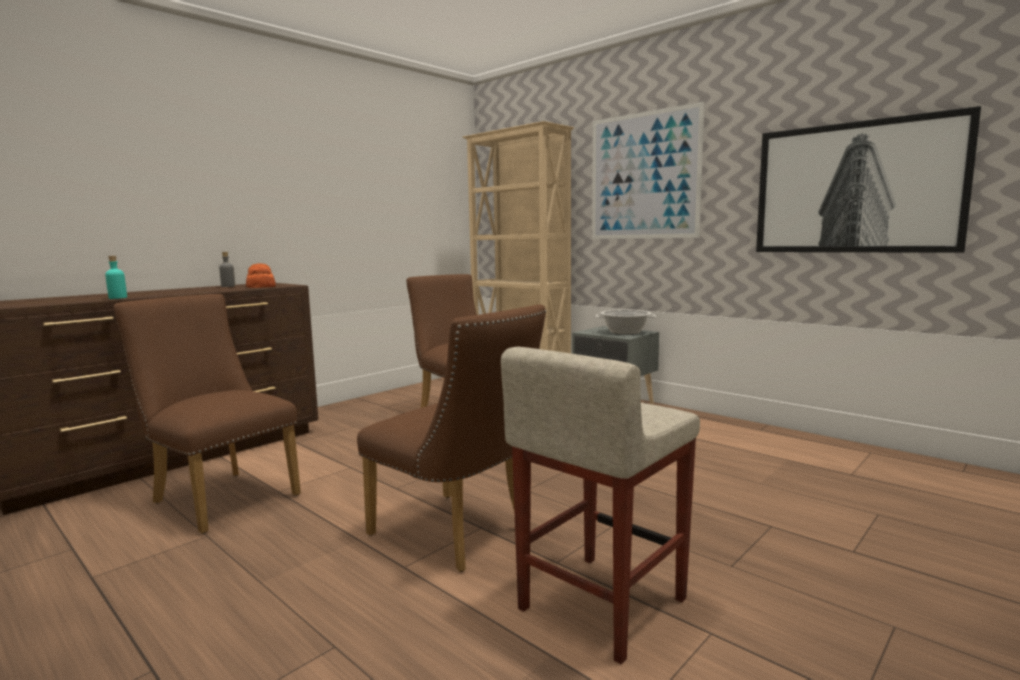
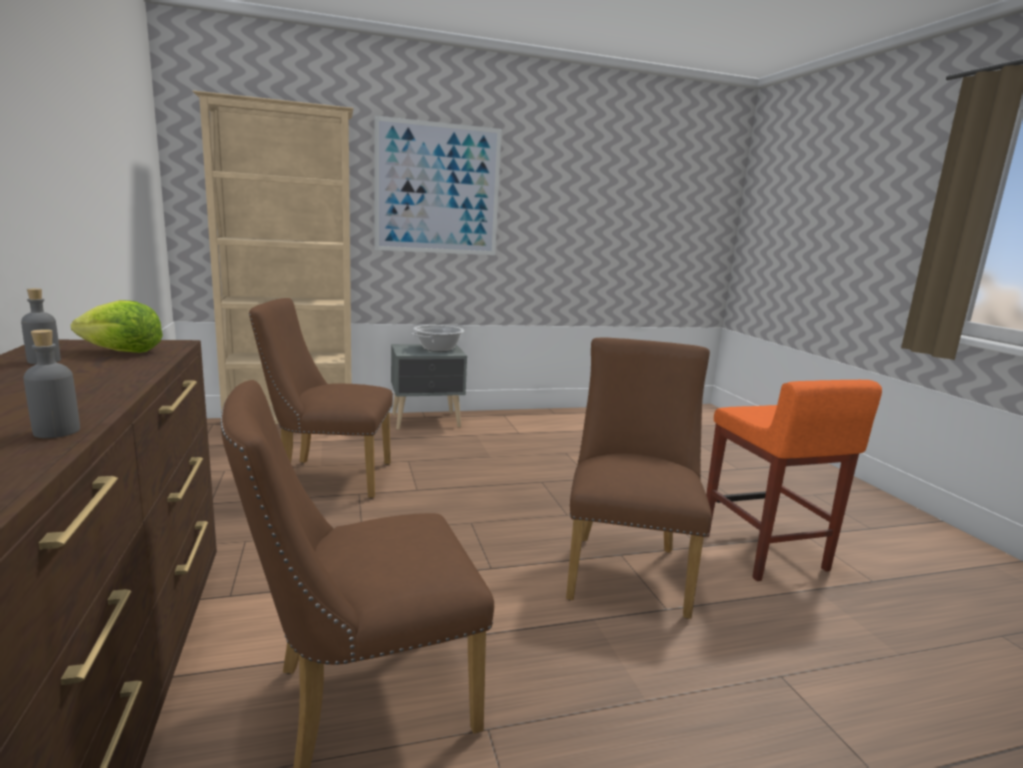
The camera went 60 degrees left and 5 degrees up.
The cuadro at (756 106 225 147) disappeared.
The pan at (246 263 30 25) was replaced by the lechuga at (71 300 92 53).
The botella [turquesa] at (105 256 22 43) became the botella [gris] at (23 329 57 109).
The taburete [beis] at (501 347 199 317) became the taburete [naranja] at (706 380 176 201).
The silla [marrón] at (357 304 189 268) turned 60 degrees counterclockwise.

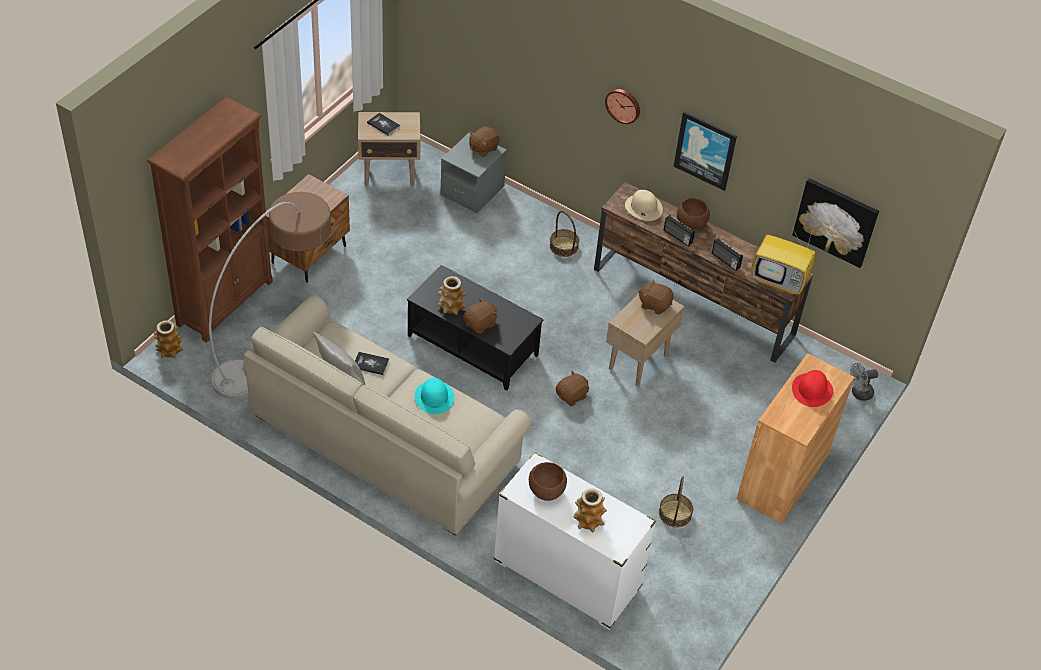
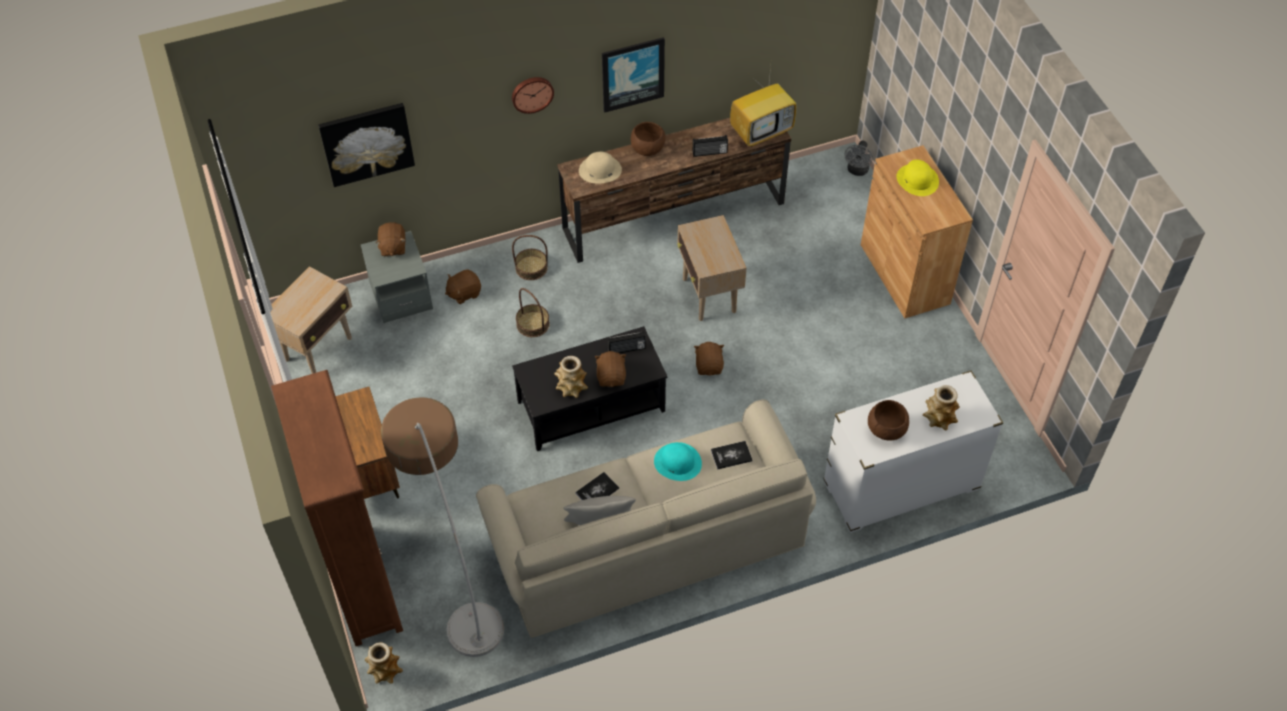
The camera went 50 degrees left and 5 degrees up.
The libro moved from (367 113 33 23) to (711 441 42 29).
The peluche [marrón] moved from (638 279 36 36) to (445 269 36 35).
The cesta moved from (659 476 34 52) to (516 288 34 49).
The radio moved from (664 215 31 31) to (608 331 38 22).
The cuadro moved from (792 178 87 90) to (318 103 97 84).
The sombrero [rojo] at (792 370 41 37) became the sombrero [amarillo] at (896 159 43 37).

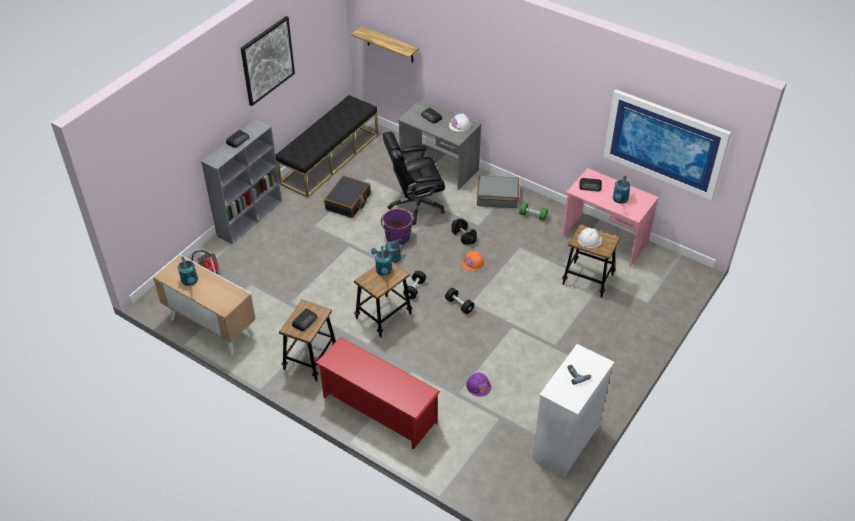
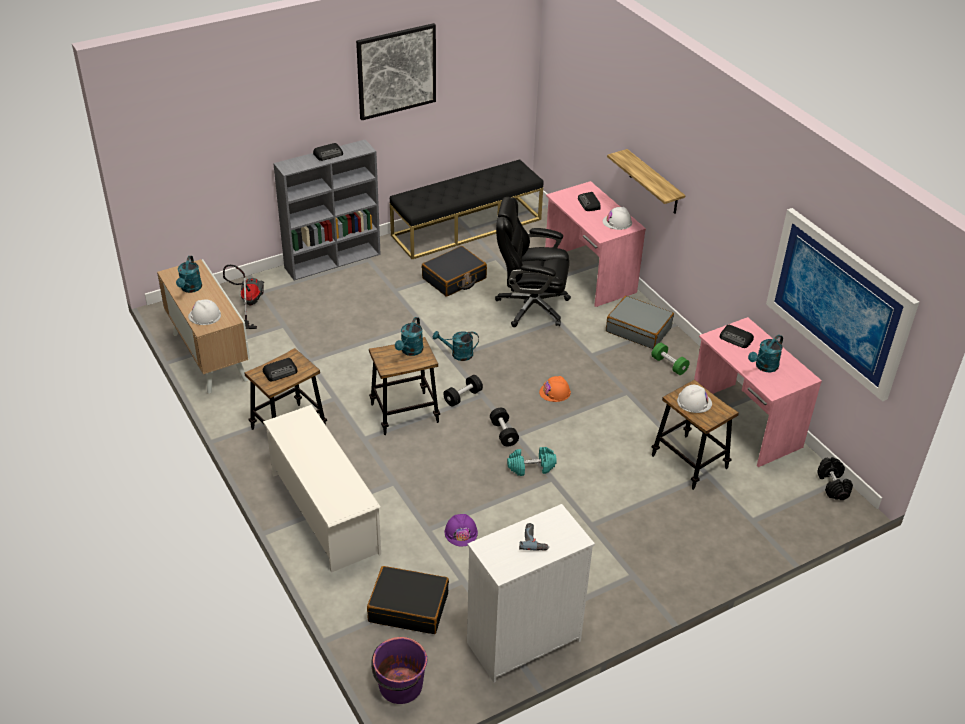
The camera went 25 degrees right and 5 degrees down.
The casco [blanco] at (188 299 33 26) appeared.
The maleta [negro] at (367 566 82 68) appeared.
The mancuerna [turquesa] at (507 447 50 29) appeared.
The estante moved from (351 26 68 37) to (607 149 79 65).
The cubo [morado] moved from (381 208 32 37) to (371 637 56 67).
The mancuerna [negro] moved from (452 219 25 26) to (817 457 36 43).
The zapatero [rojo] at (316 337 124 113) became the zapatero [blanco] at (263 405 118 168).
The escritorio [gris] at (397 99 84 91) became the escritorio [rosa] at (545 181 101 126).

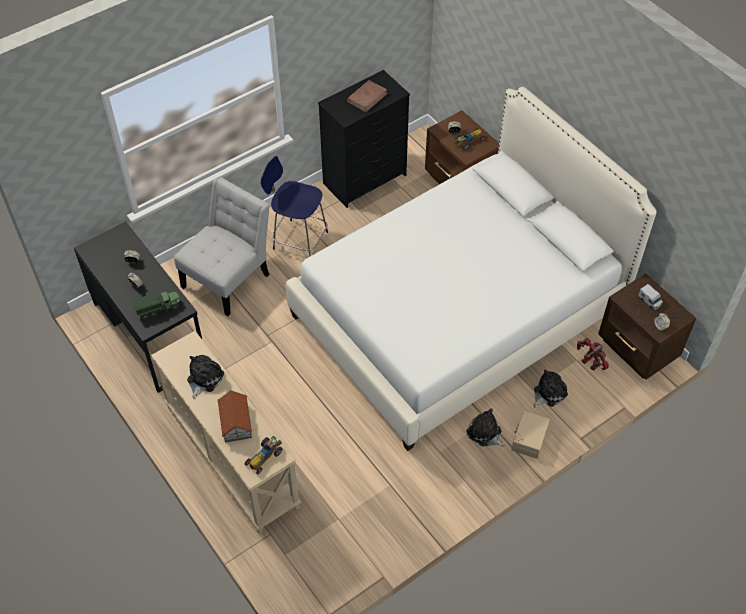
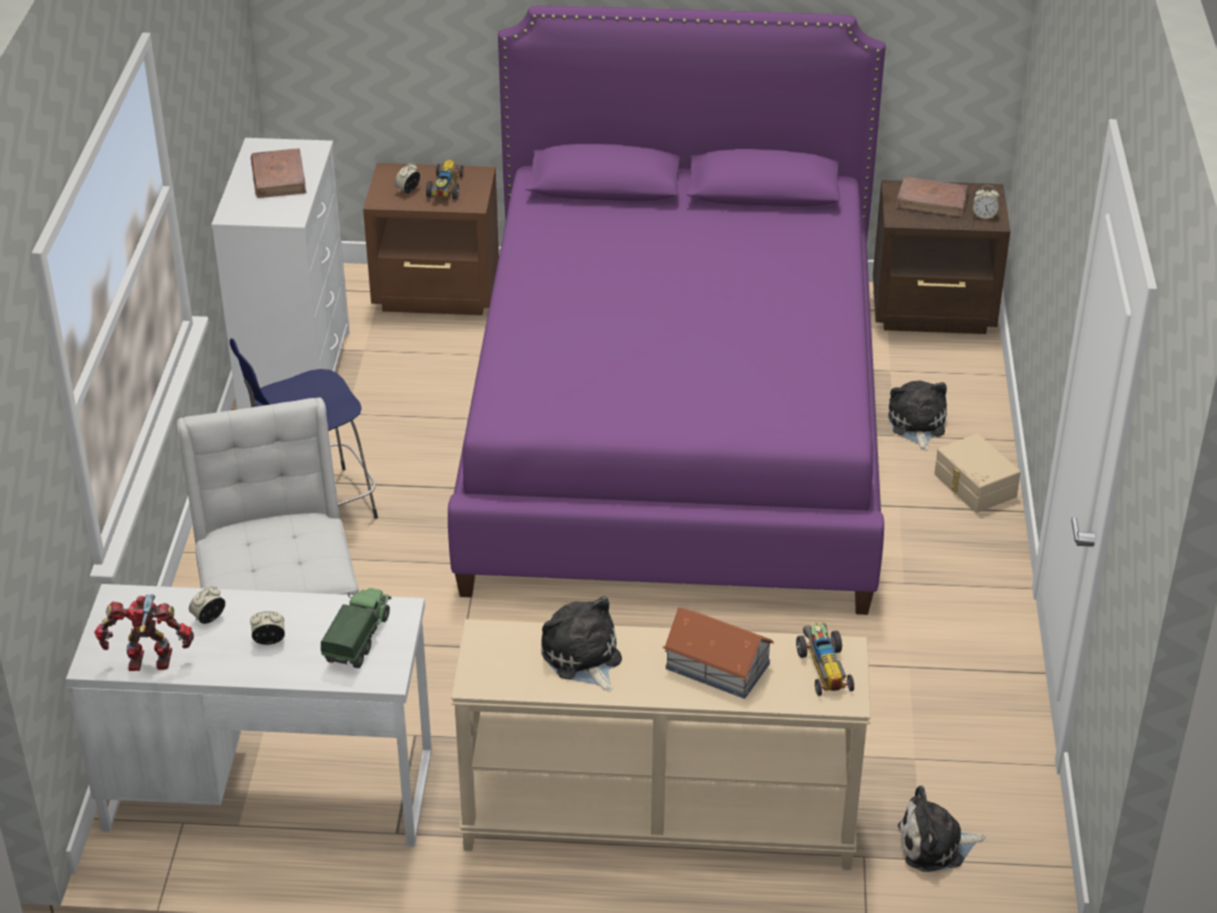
The camera went 50 degrees left and 15 degrees down.
The peluche moved from (466 408 39 39) to (898 786 87 86).
The robot de juguete moved from (577 338 32 33) to (94 594 100 77).
The camión de juguete at (638 284 25 26) was replaced by the libro [marrón] at (896 177 72 40).
The escritorio [negro] at (74 222 128 171) became the escritorio [blanco] at (66 584 366 263).
The cama [blanco] at (286 87 371 364) became the cama [morado] at (448 6 438 609).
The cómoda [negro] at (318 70 92 138) became the cómoda [blanco] at (211 138 139 271).

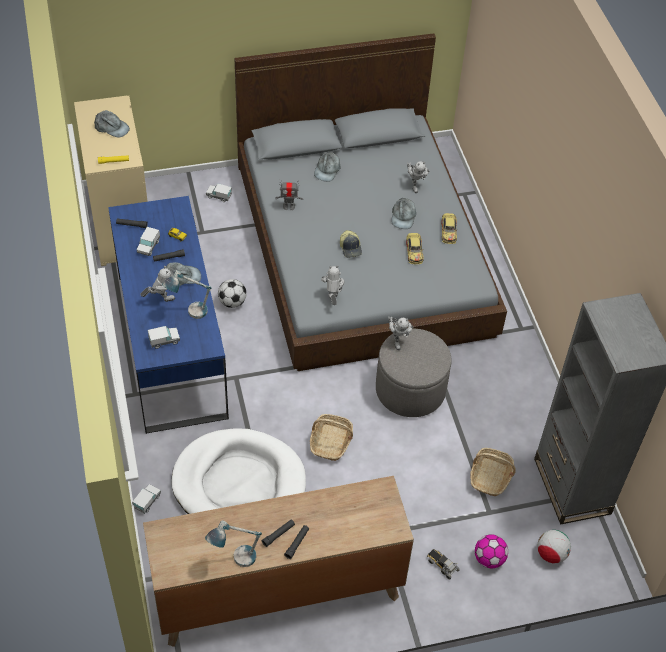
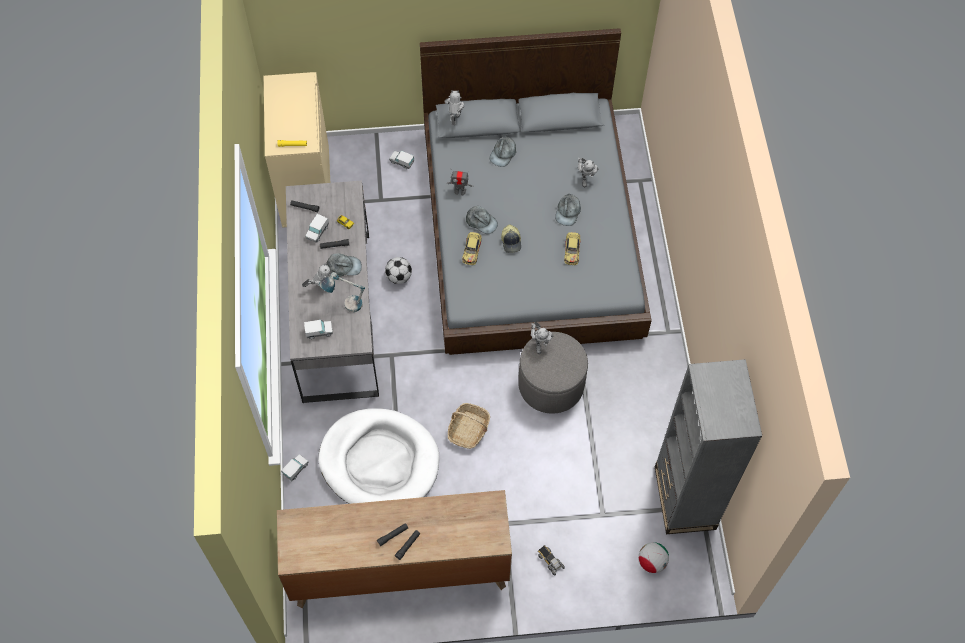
The camera went 10 degrees right and 10 degrees up.
The lámpara de mesa at (205 520 57 47) disappeared.
The cesta at (470 448 46 48) disappeared.
The balón de fútbol at (475 534 33 34) disappeared.
The gorra [gris] moved from (94 110 36 28) to (466 206 32 28).
The robot de juguete moved from (321 265 24 40) to (444 90 20 36).
The coche de juguete moved from (441 213 16 31) to (462 232 20 33).
The escritorio [azul] at (108 196 121 238) became the escritorio [gris] at (286 180 93 223).

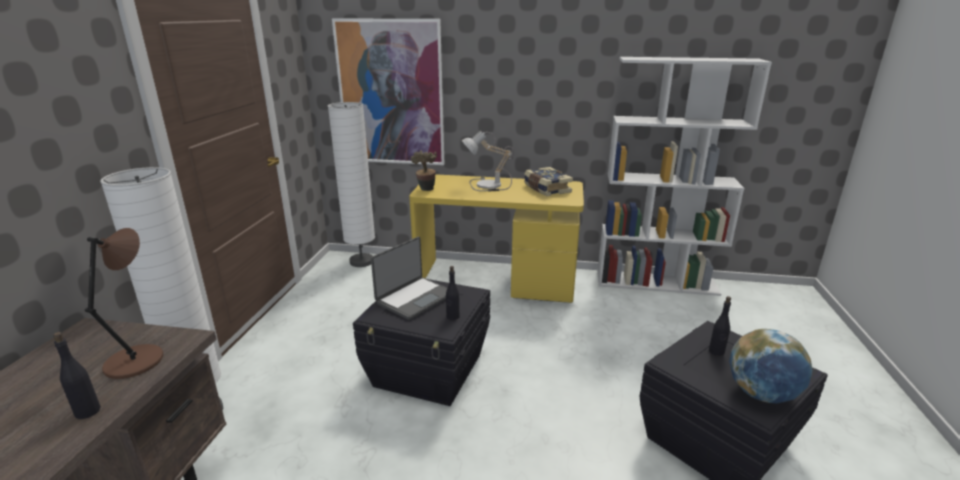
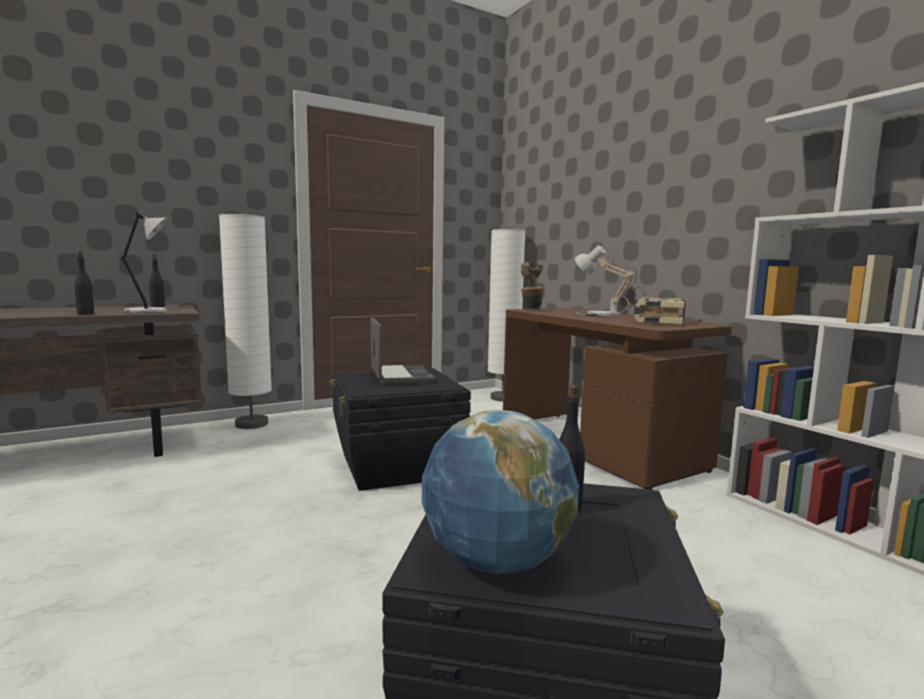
The camera went 50 degrees right and 15 degrees down.
The cuadro at (332 19 112 146) disappeared.
The botella [negro] moved from (446 266 13 54) to (149 254 16 53).
The lámpara de mesa [marrón] at (85 228 78 151) became the lámpara de mesa [gris] at (121 213 46 100).
The escritorio [amarillo] at (409 174 175 129) became the escritorio [marrón] at (503 308 229 182).
The portátil at (371 237 76 83) turned 105 degrees counterclockwise.

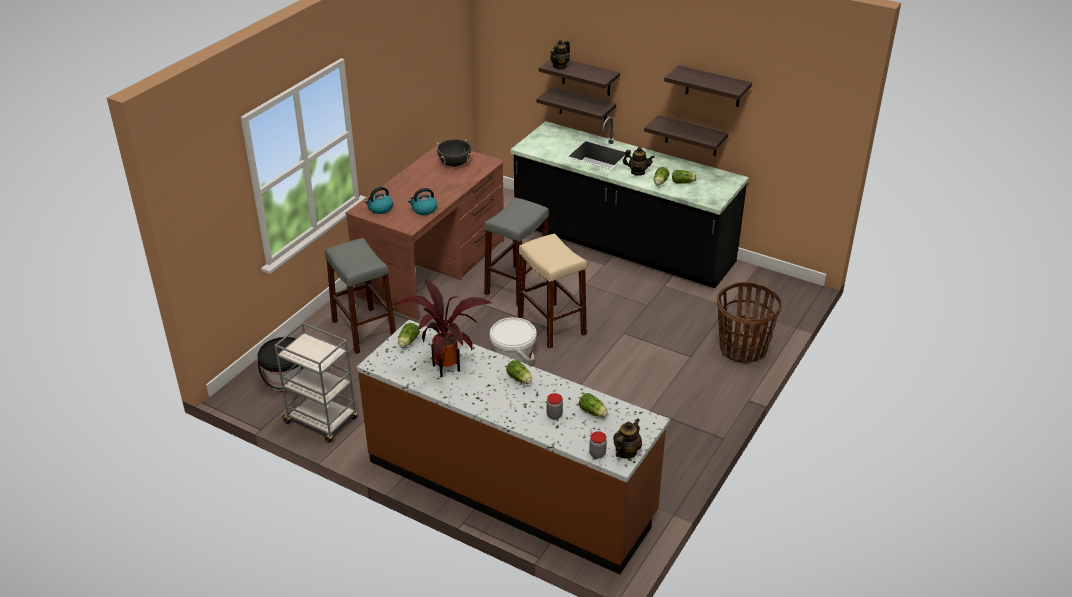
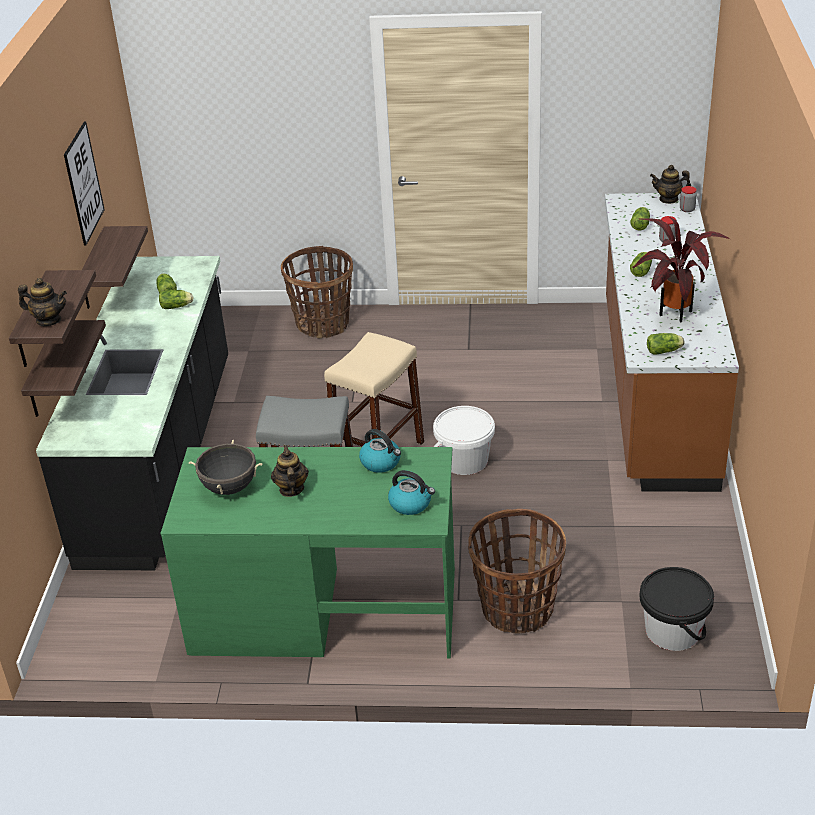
The camera went 115 degrees left and 0 degrees up.
The carrito [gris] at (275 322 83 121) disappeared.
The tetera moved from (623 147 32 29) to (271 445 38 52).
The taburete [gris] at (325 238 71 116) was replaced by the cesta at (468 509 98 125).
The estante at (664 65 88 42) was replaced by the cuadro at (64 121 41 125).
The escritorio [marrón] at (345 143 159 177) became the escritorio [verde] at (161 447 294 211).

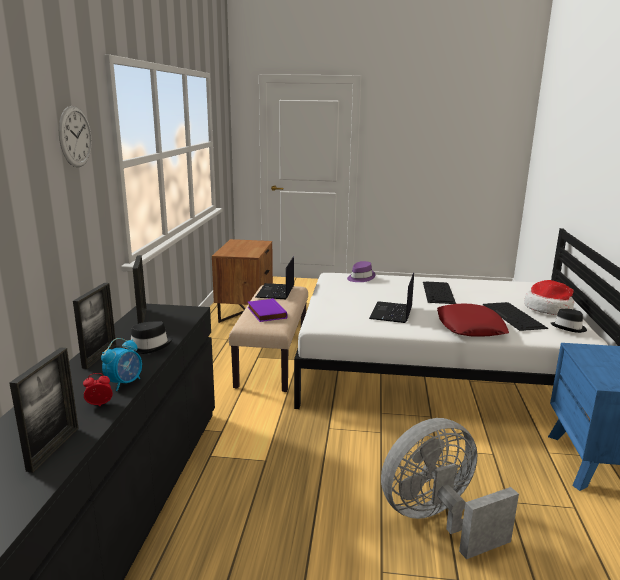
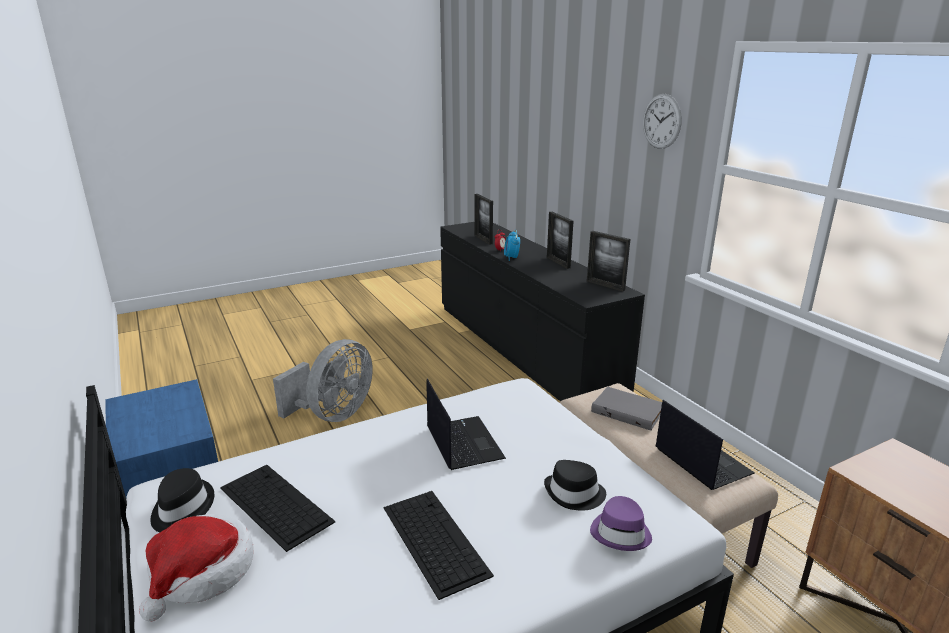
The camera went 145 degrees right and 5 degrees up.
The cojín [rojo] at (437 304 72 33) disappeared.
The sombrero [negro] moved from (125 321 47 33) to (544 460 62 51).
The libro [morado] at (248 298 40 24) became the libro [gris] at (591 386 71 44).

